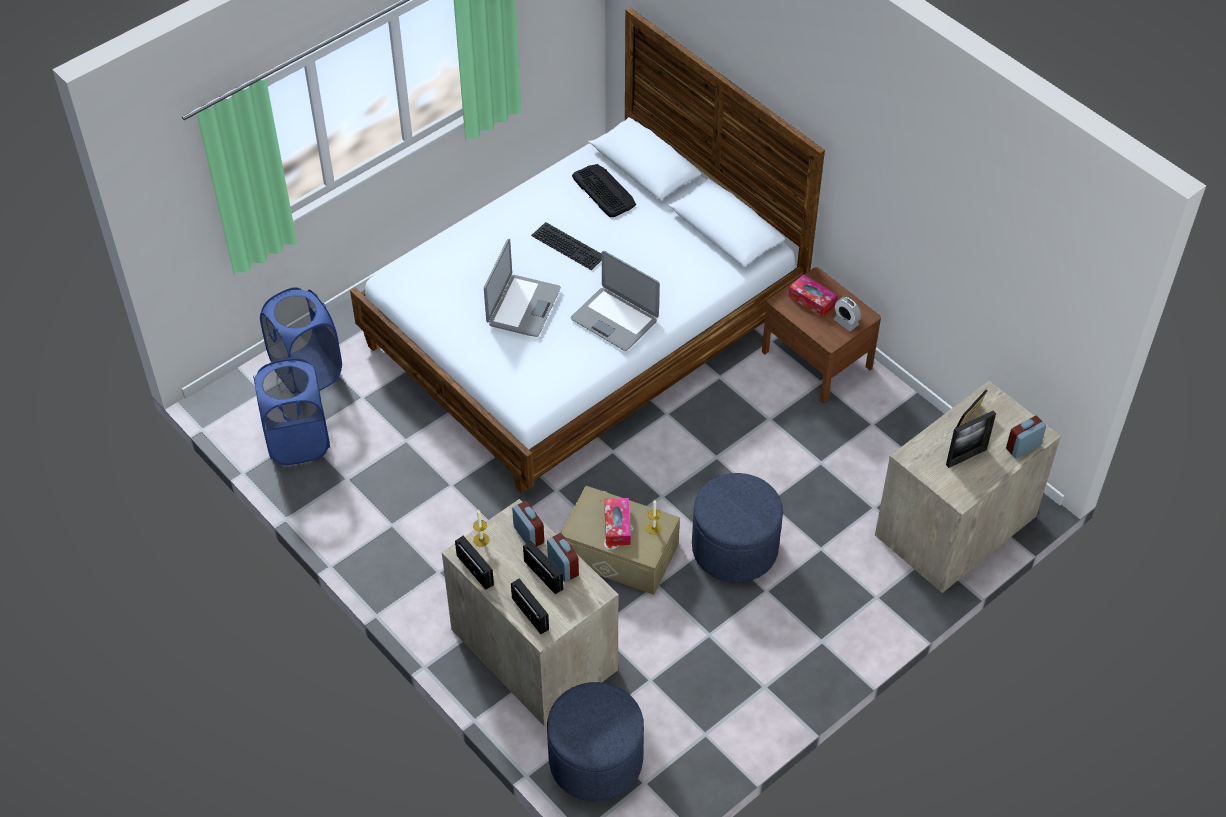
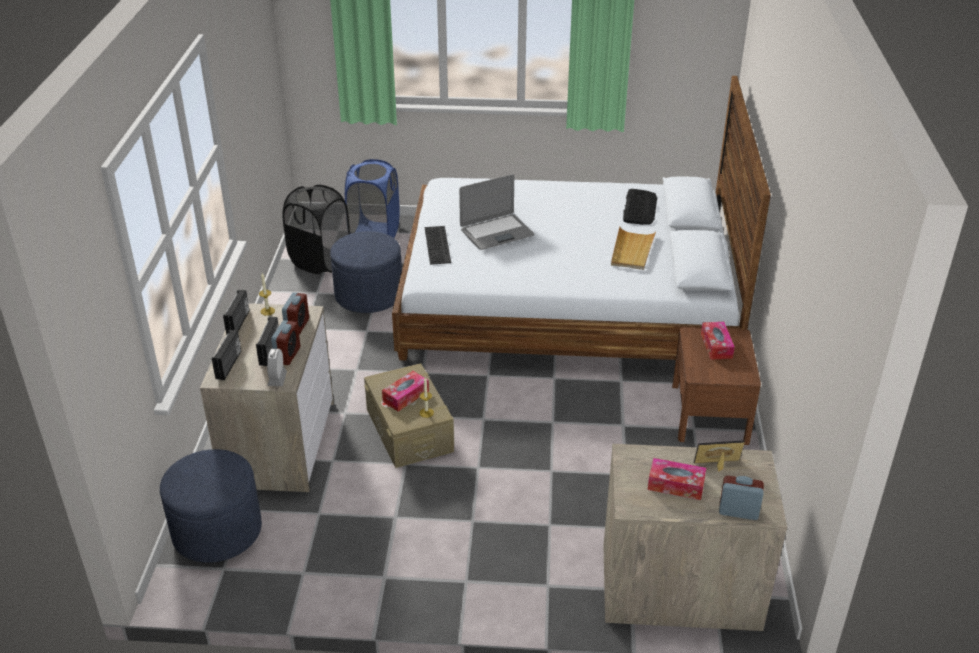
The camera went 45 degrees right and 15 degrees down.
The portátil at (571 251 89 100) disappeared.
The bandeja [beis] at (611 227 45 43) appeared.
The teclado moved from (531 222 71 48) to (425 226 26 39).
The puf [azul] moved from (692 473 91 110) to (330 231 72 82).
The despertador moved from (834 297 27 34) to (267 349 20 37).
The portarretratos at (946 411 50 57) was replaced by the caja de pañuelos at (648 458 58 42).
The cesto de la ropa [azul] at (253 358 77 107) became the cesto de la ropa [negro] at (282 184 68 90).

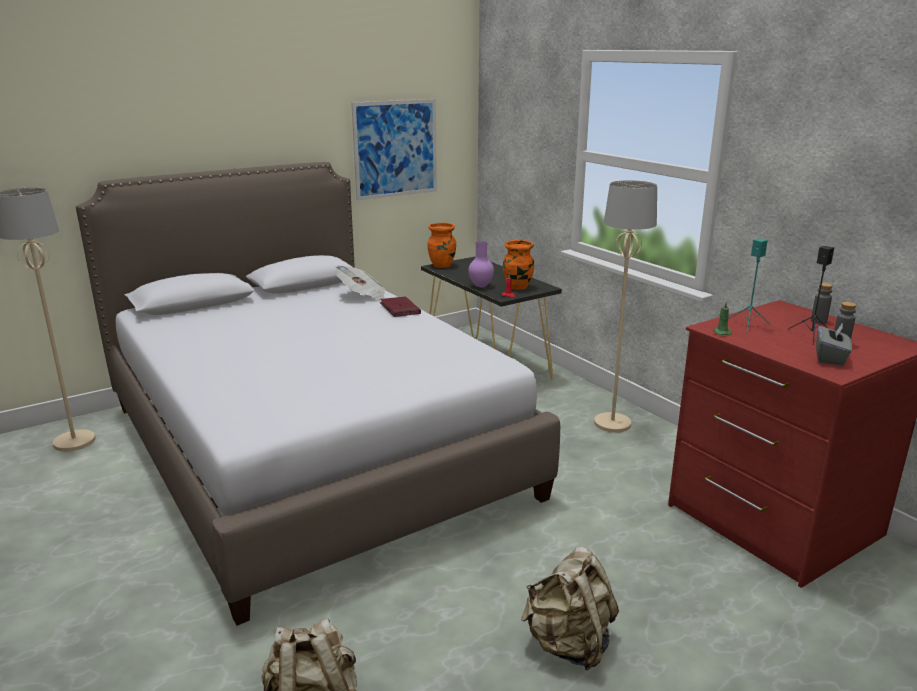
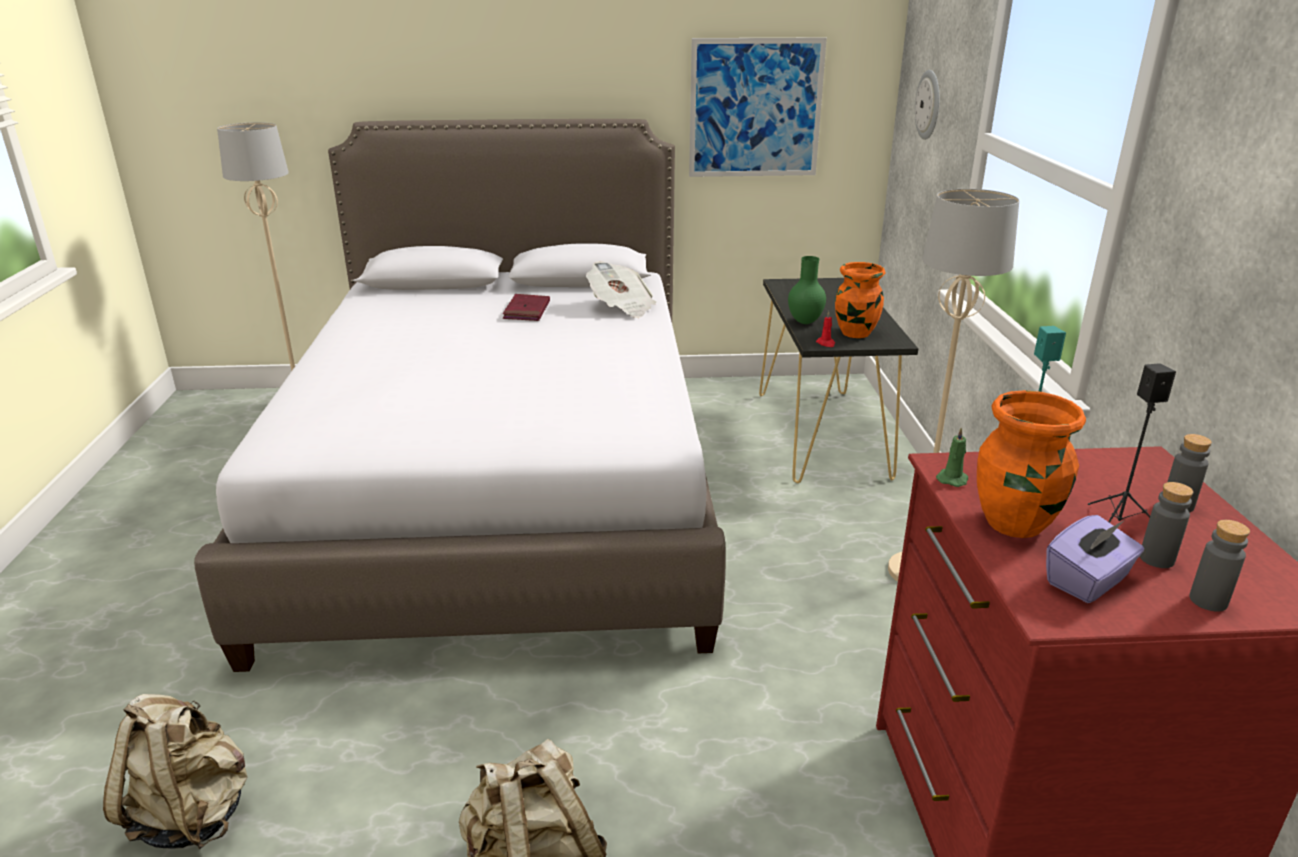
The camera went 30 degrees right and 5 degrees up.
The reloj de pared at (915 70 24 70) appeared.
The botella [gris] at (1189 520 61 92) appeared.
The libro [rojo] moved from (380 296 41 21) to (503 294 47 27).
The florero [naranja] moved from (427 223 29 45) to (977 390 109 148).
The florero [morado] at (468 241 26 46) became the florero [verde] at (788 256 38 68).
The caja de pañuelos [gris] at (816 322 36 44) became the caja de pañuelos [morado] at (1046 515 98 88).

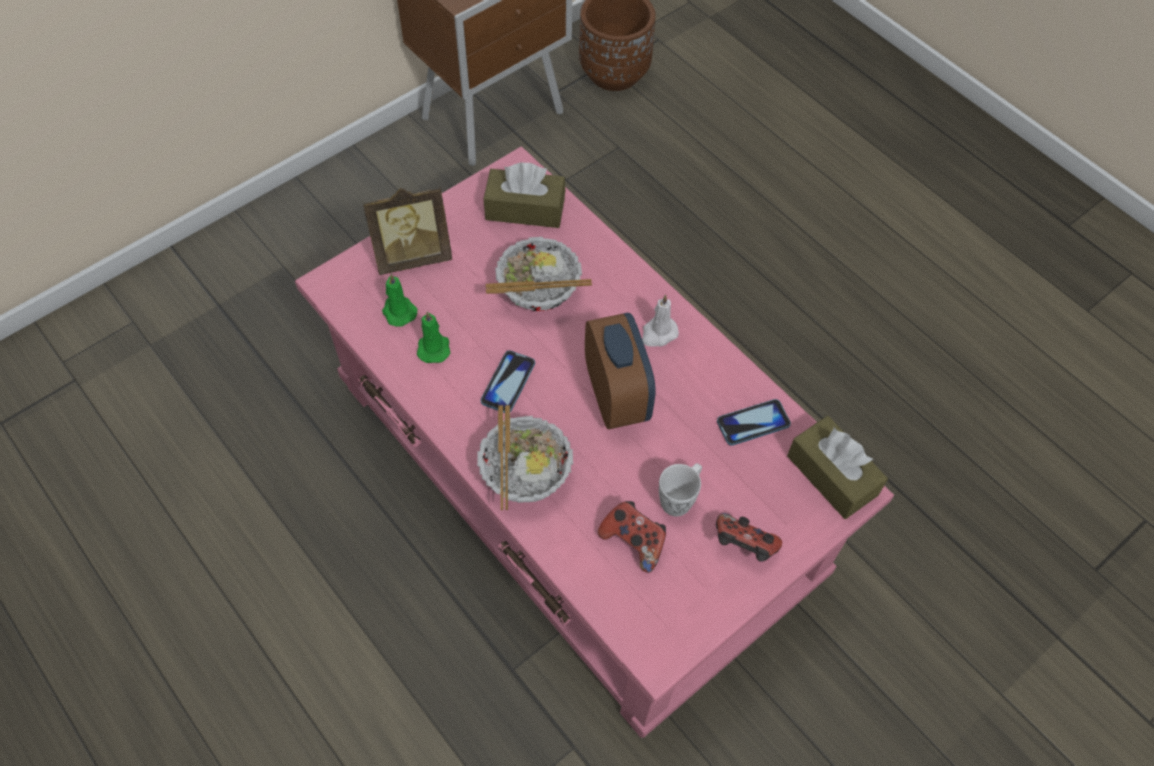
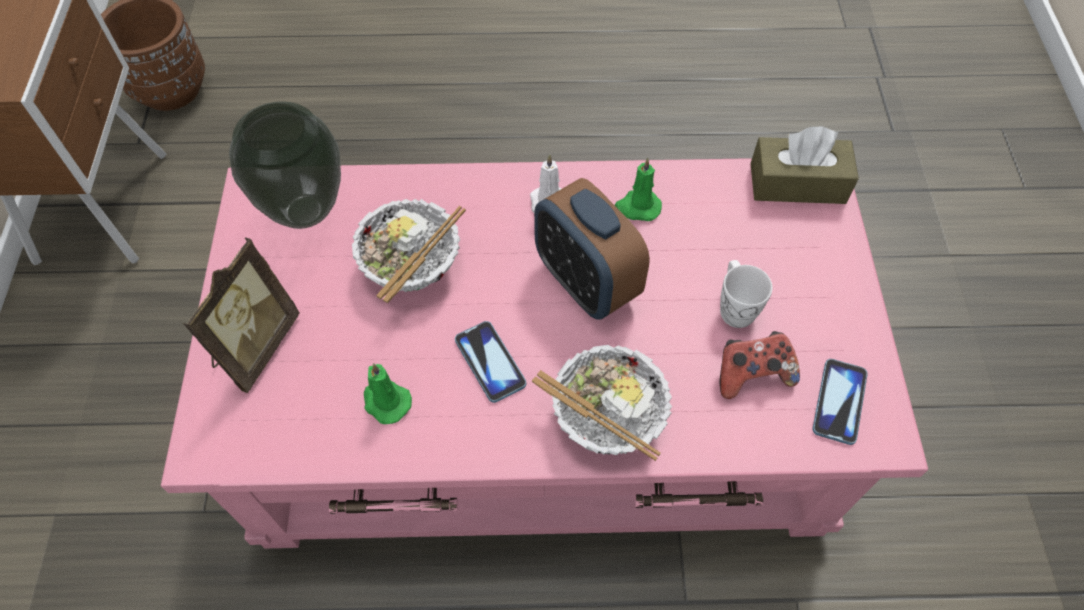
The camera went 50 degrees left and 0 degrees up.
The mando de consola at (716 513 66 49) disappeared.
The vela [verde] moved from (382 274 35 53) to (615 157 47 64).
The móvil moved from (717 399 74 47) to (813 359 55 86).
The caja de pañuelos [marrón] at (484 163 81 65) was replaced by the florero at (229 101 112 128).
The despertador at (585 313 71 117) turned 150 degrees counterclockwise.

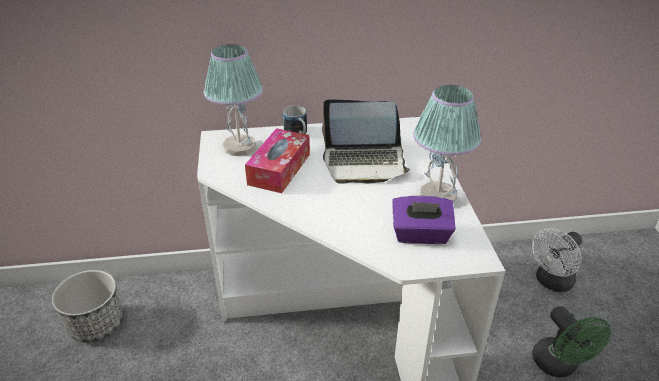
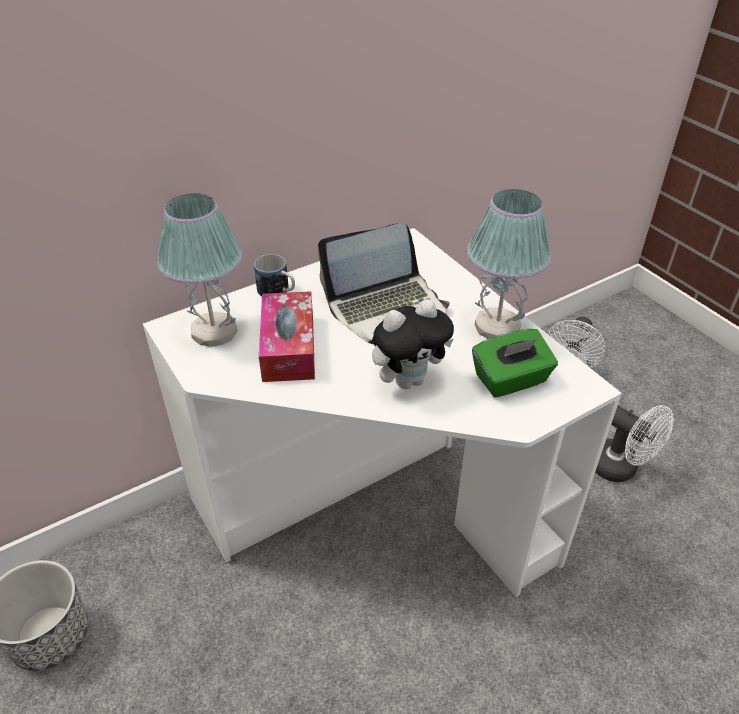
The camera went 25 degrees left and 5 degrees up.
The peluche at (372 299 82 90) appeared.
The caja de pañuelos [morado] at (392 196 64 48) became the caja de pañuelos [verde] at (472 329 86 69).
The ventilador [verde] at (532 306 79 71) became the ventilador [blanco] at (595 405 79 77).

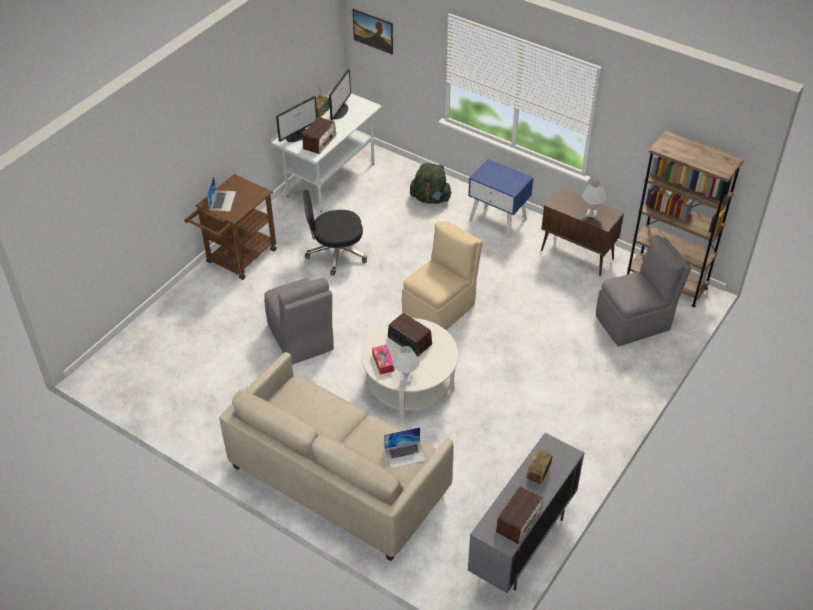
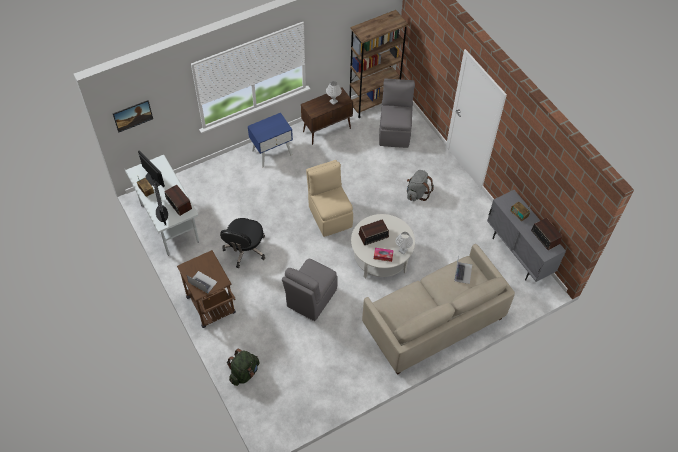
The camera went 65 degrees left and 10 degrees up.
The mochila [gris] at (407 170 27 31) appeared.
The mochila [verde] moved from (410 163 42 41) to (227 348 32 38).
The silla [gris] at (264 278 70 86) turned 120 degrees clockwise.

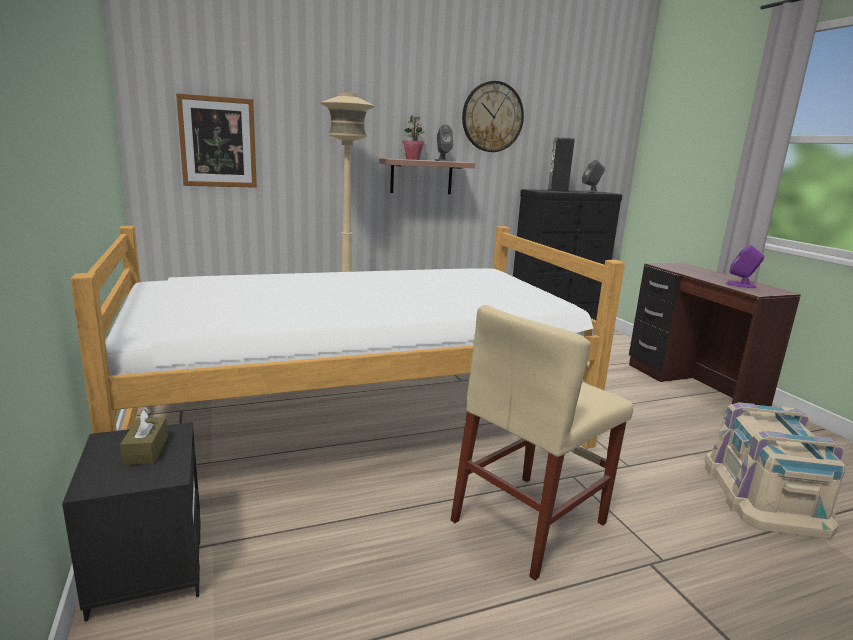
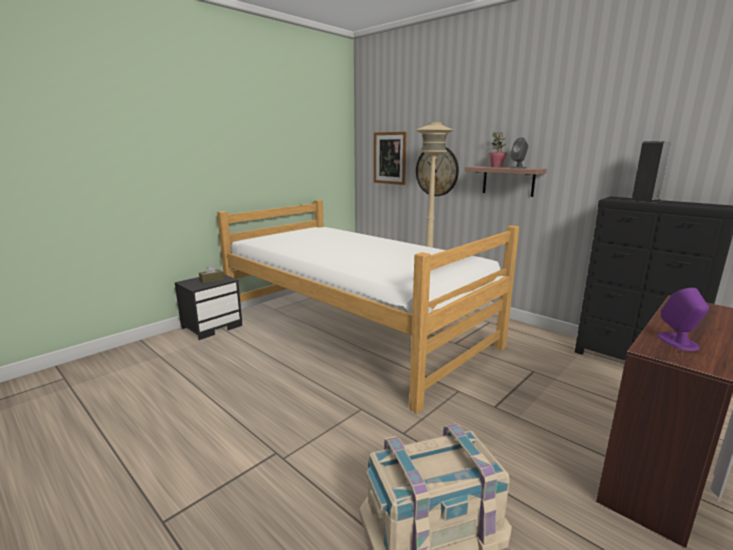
The camera went 65 degrees right and 0 degrees up.
The silla [beis] at (451 305 182 275) disappeared.
The altavoz [gris] at (581 160 24 33) disappeared.
The reloj de pared moved from (462 81 62 71) to (416 147 43 49).

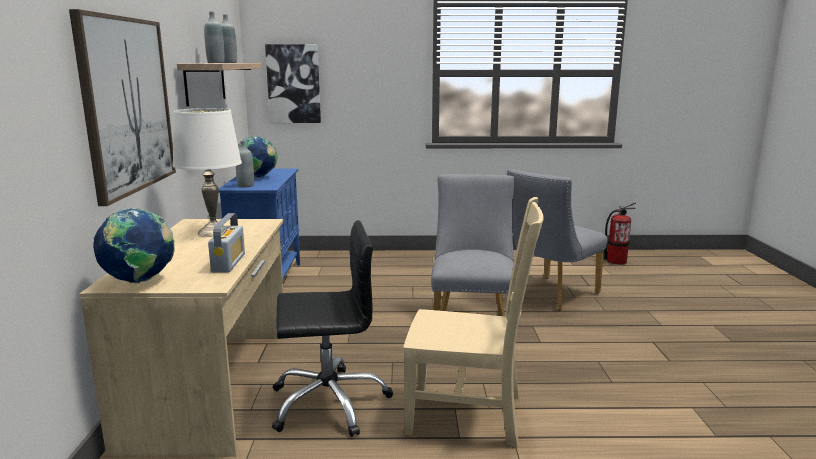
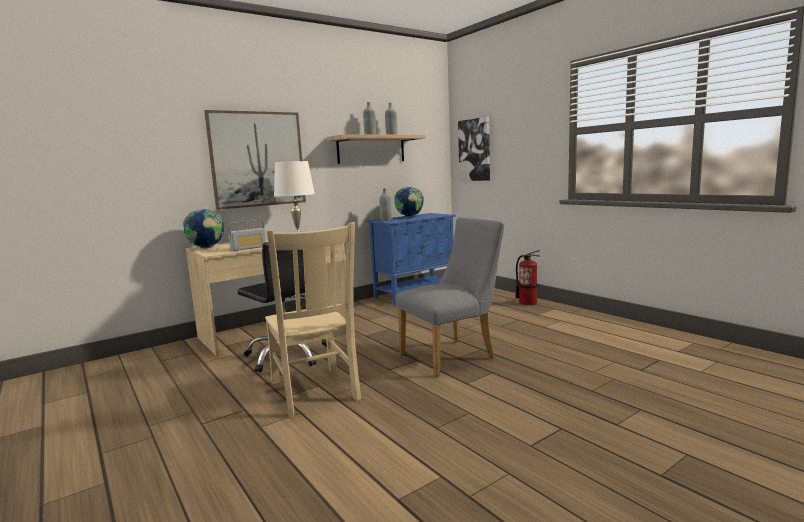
The camera went 55 degrees right and 5 degrees down.
The silla [gris] at (507 169 100 142) disappeared.
The extintor moved from (603 202 33 63) to (515 250 25 55).

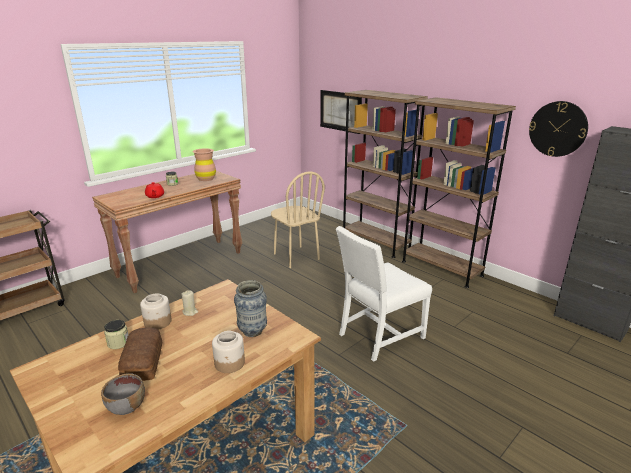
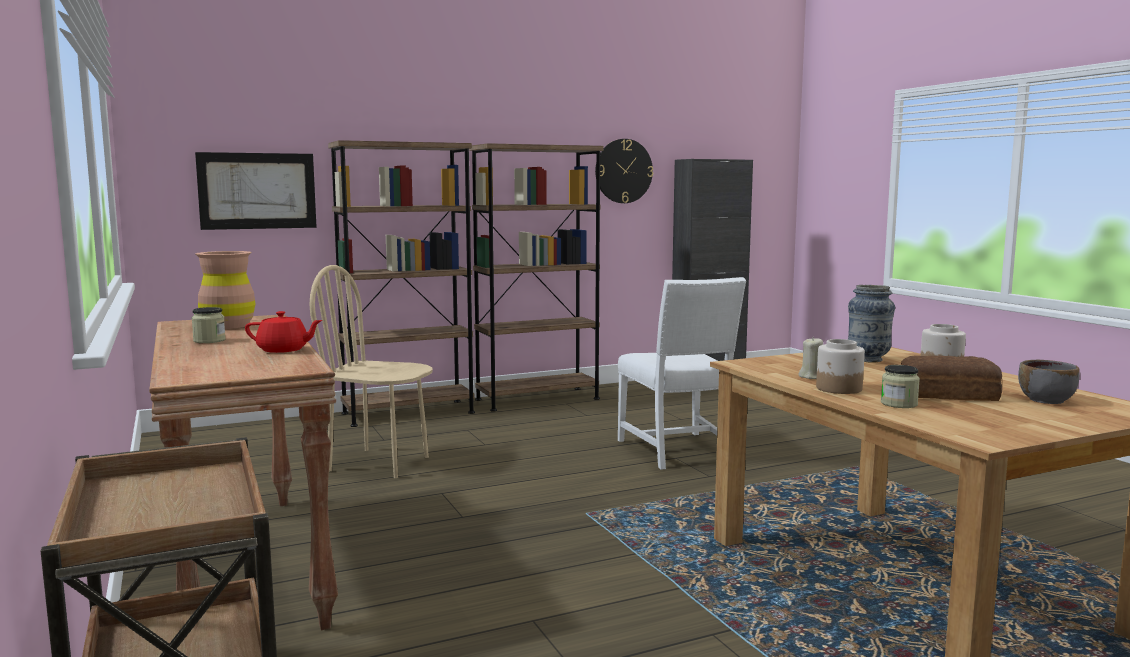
The camera went 70 degrees left and 15 degrees down.
The silla [beis] at (271 171 54 97) turned 150 degrees counterclockwise.

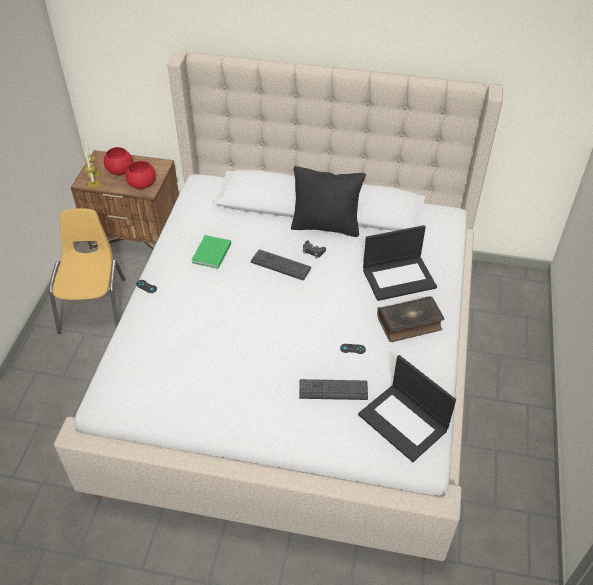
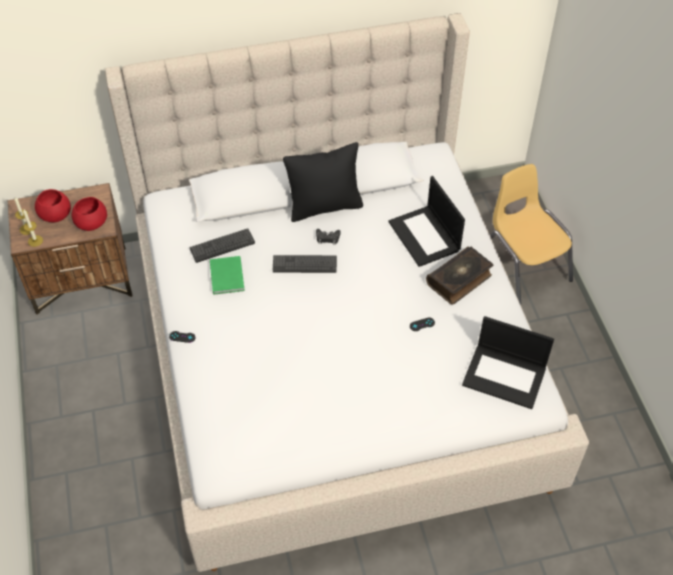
The camera went 25 degrees left and 5 degrees up.
The silla [amarillo] moved from (49 208 76 126) to (490 164 83 141).
The teclado moved from (299 379 69 21) to (190 228 65 35).
The portátil at (363 225 74 76) turned 105 degrees clockwise.

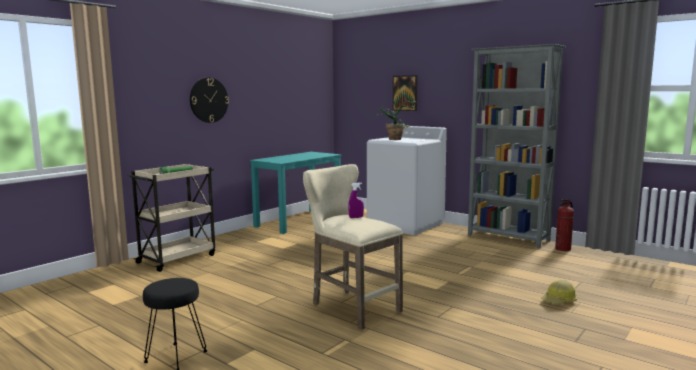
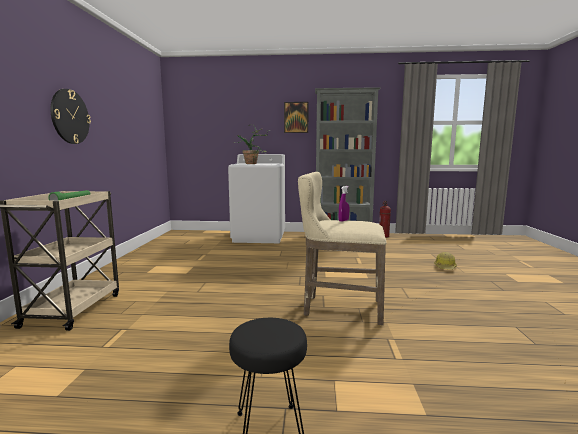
The camera went 35 degrees left and 0 degrees up.
The escritorio [turquesa] at (250 152 92 82) disappeared.
The cuadro moved from (392 75 26 36) to (284 102 25 31).

